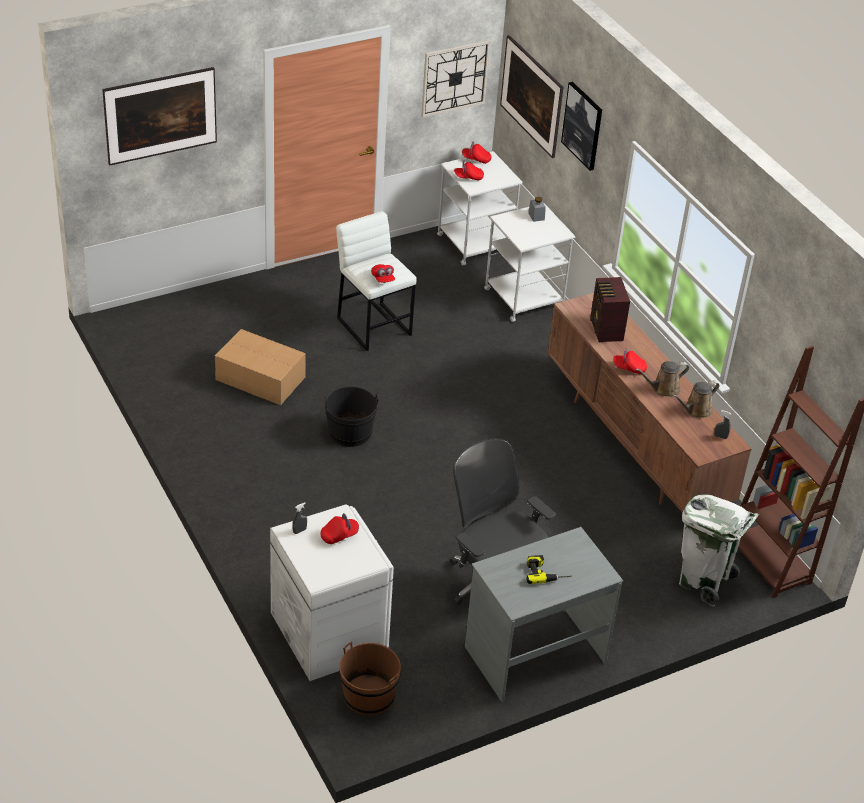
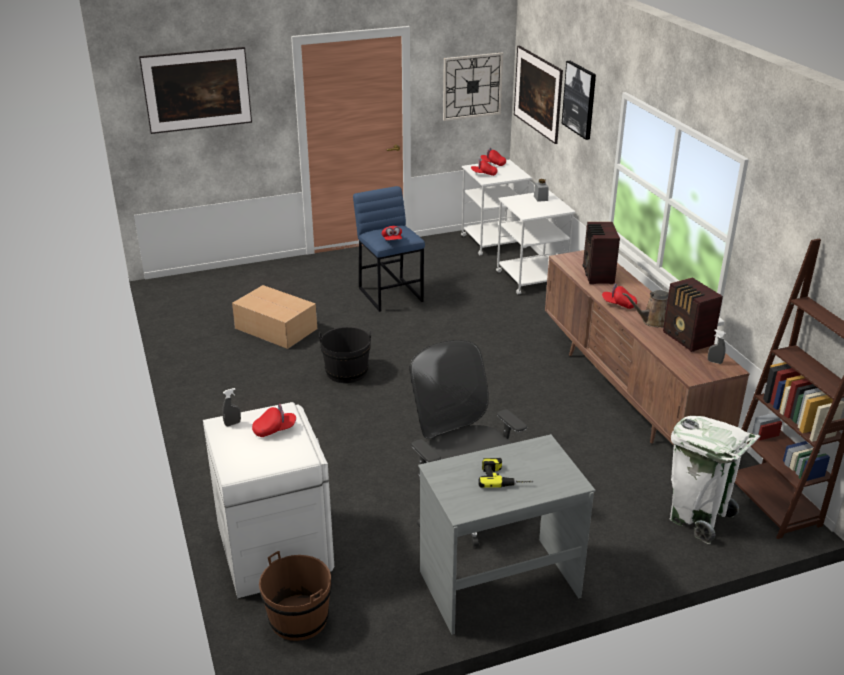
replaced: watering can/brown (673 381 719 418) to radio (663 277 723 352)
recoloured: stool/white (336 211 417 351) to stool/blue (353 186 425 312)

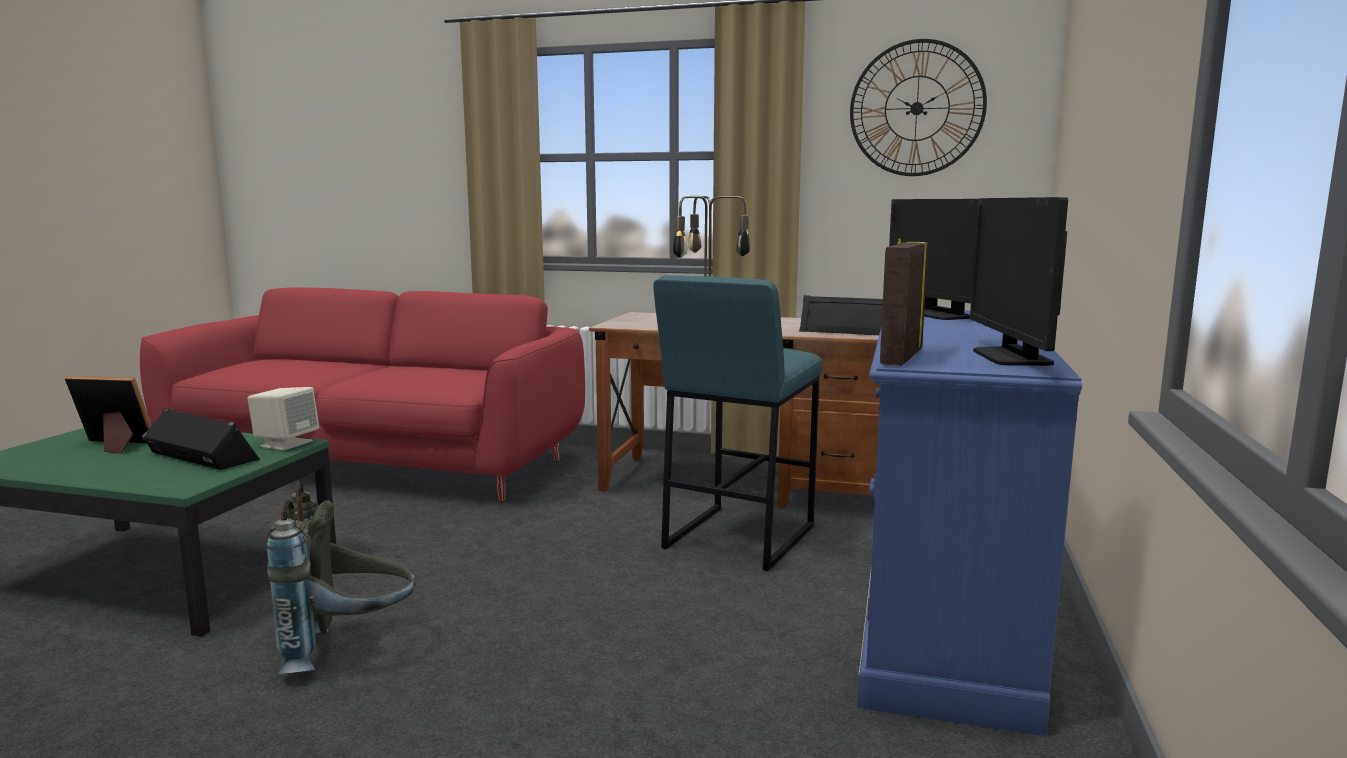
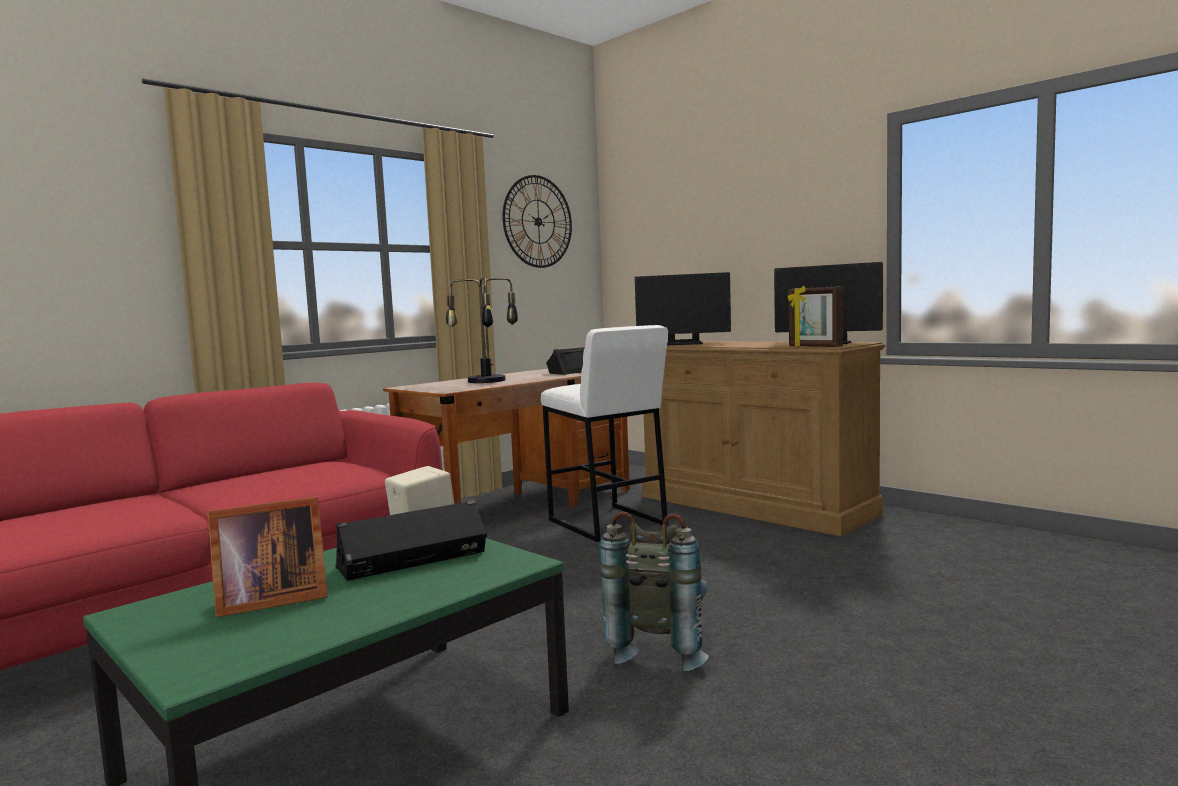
recoloured: stool/turquoise (653 275 822 571) to stool/white (541 325 668 542); cabinet/blue (857 310 1082 736) to cabinet/brown (642 341 886 536)
turned: picture frame (65 376 152 454) = (208 497 328 617) 150 degrees counterclockwise

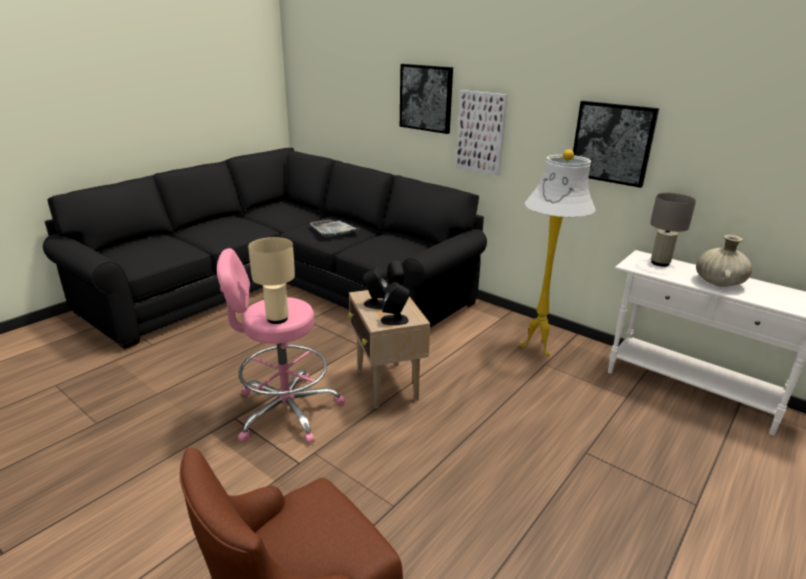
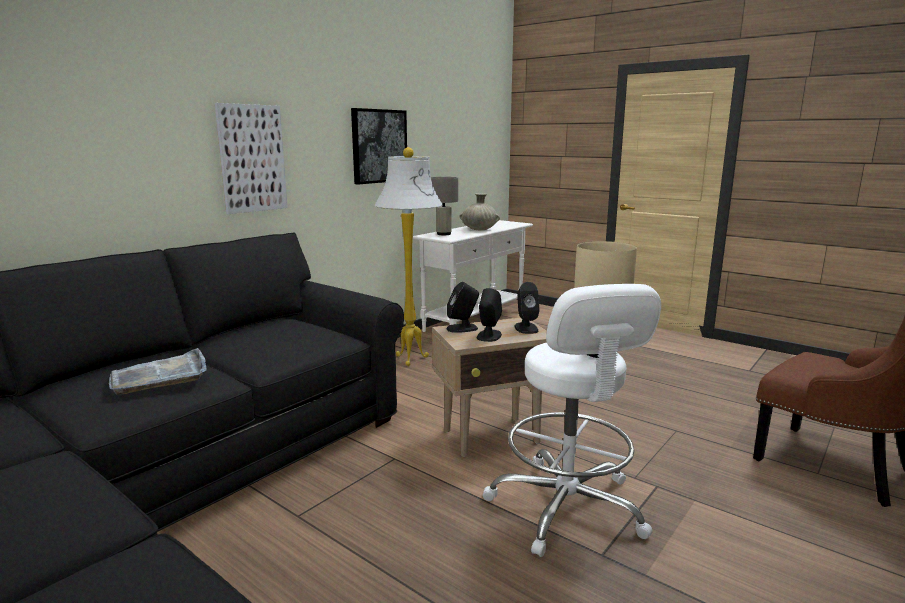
removed: picture (400 64 453 134)
recoloured: stool/pink (217 248 345 444) to stool/white (482 284 661 557)

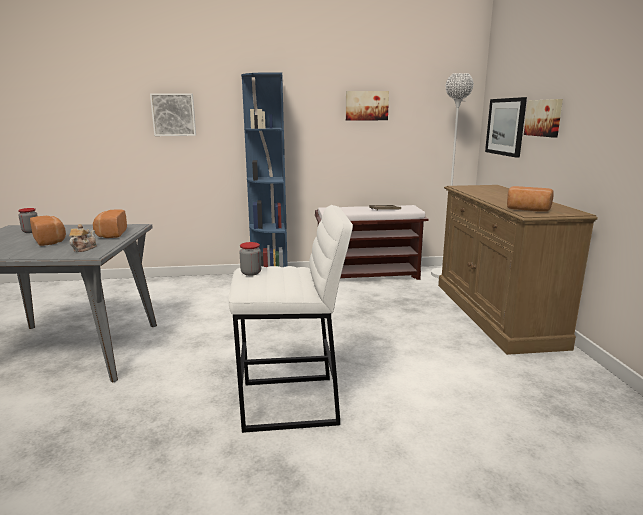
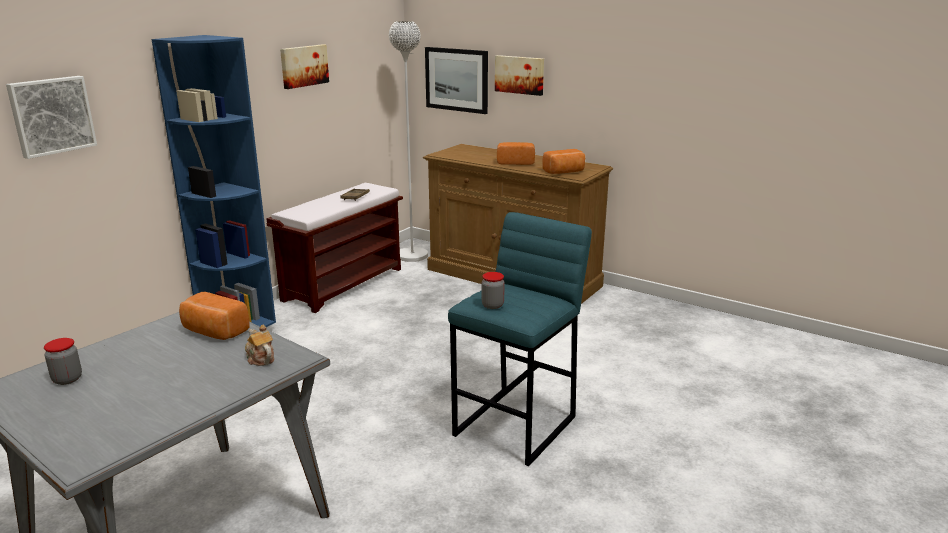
moved: bread (30 216 66 246) to (497 142 535 165)
recoloured: stool/white (229 205 353 433) to stool/turquoise (448 212 592 466)

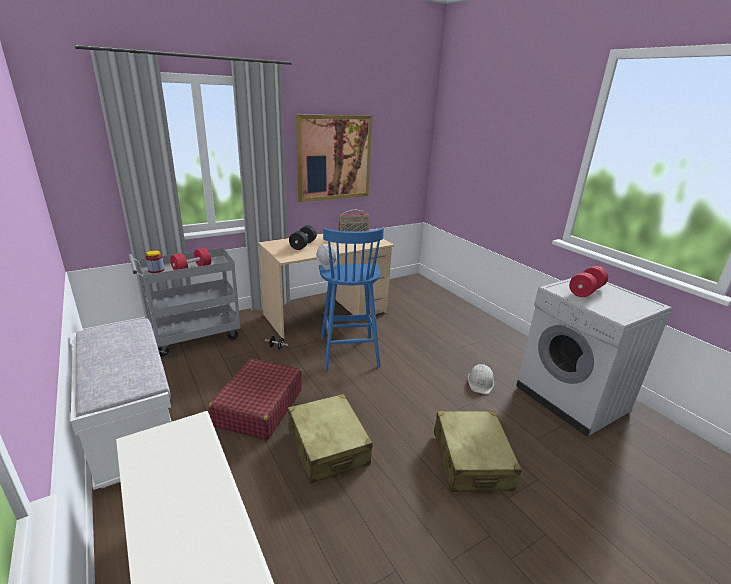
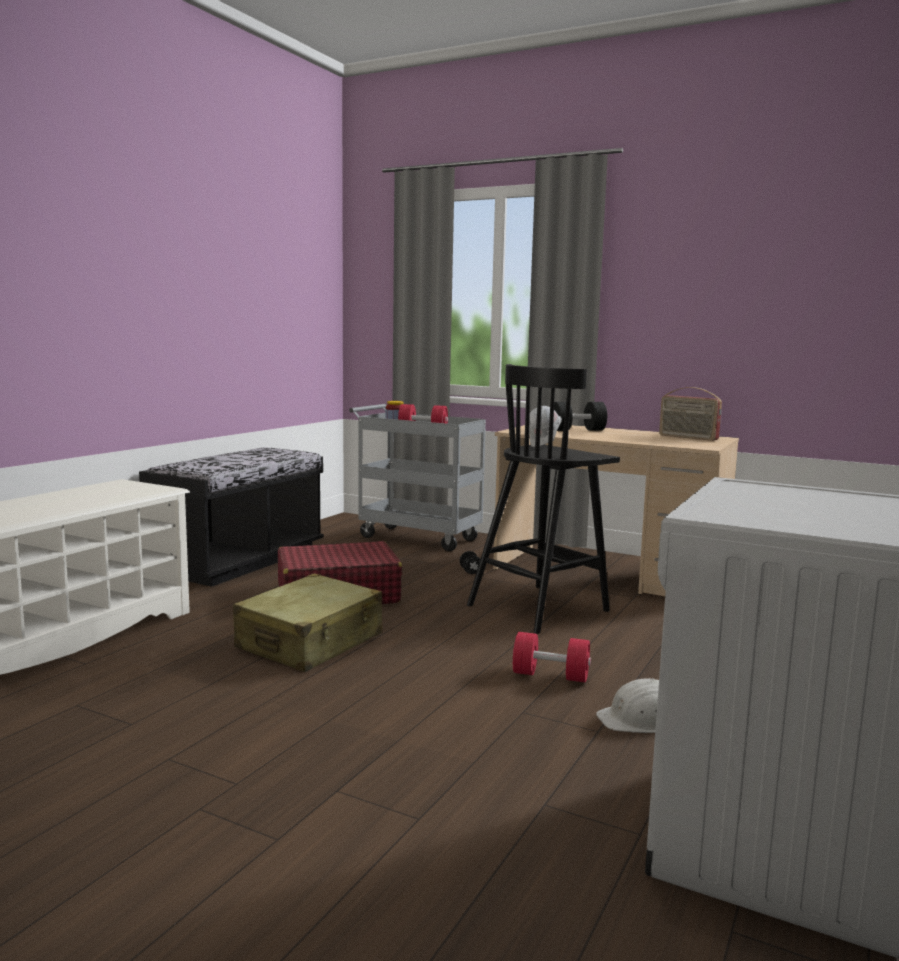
removed: picture (296 114 372 202); suitcase/beige (434 411 522 492)
moved: dumbbell/red (569 266 608 297) to (513 632 591 682)
recoloured: bench/white (71 318 171 490) to bench/black (139 448 324 587); stool/blue (319 227 384 371) to stool/black (467 364 620 634)

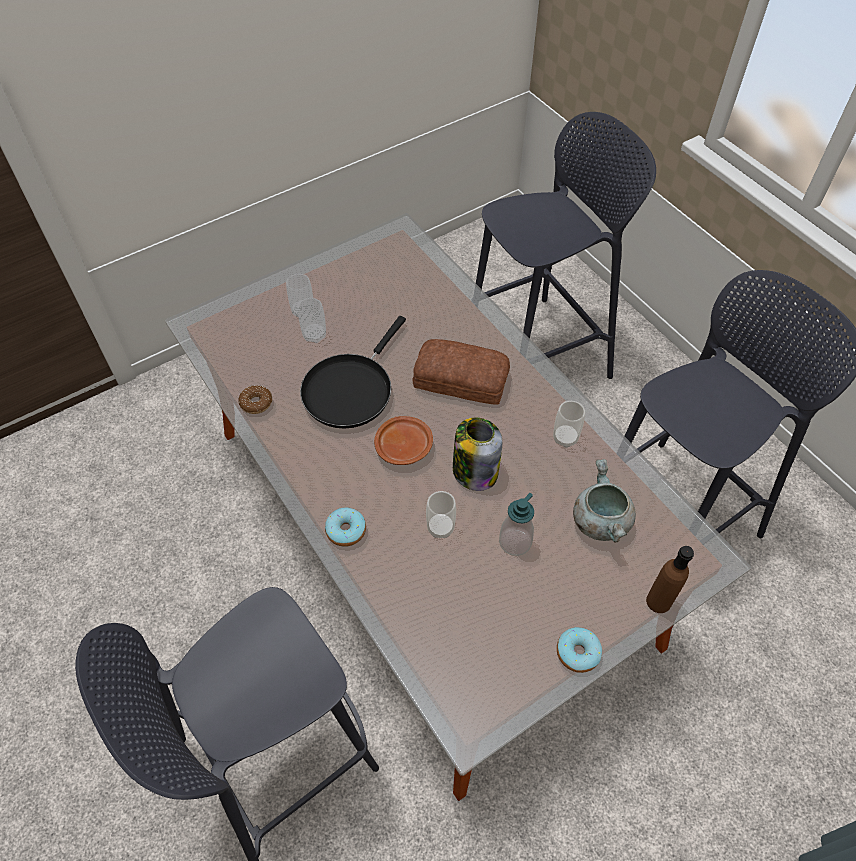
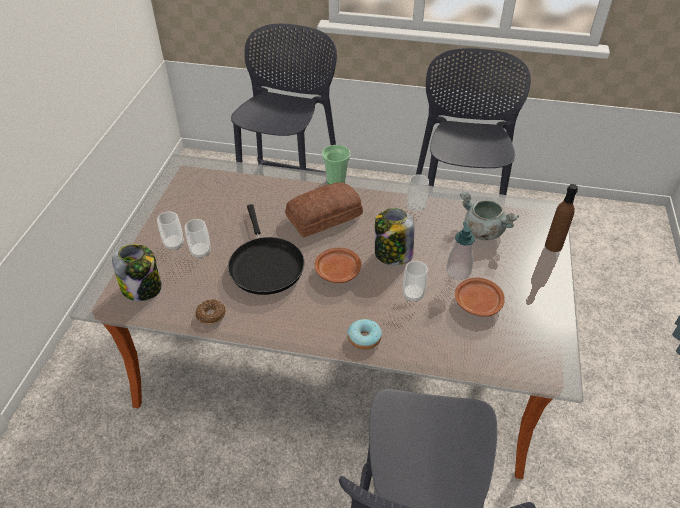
removed: donut (557 627 602 673)
added: jar (112 244 162 301); cup (322 145 351 185); plate/brown (455 278 505 317)

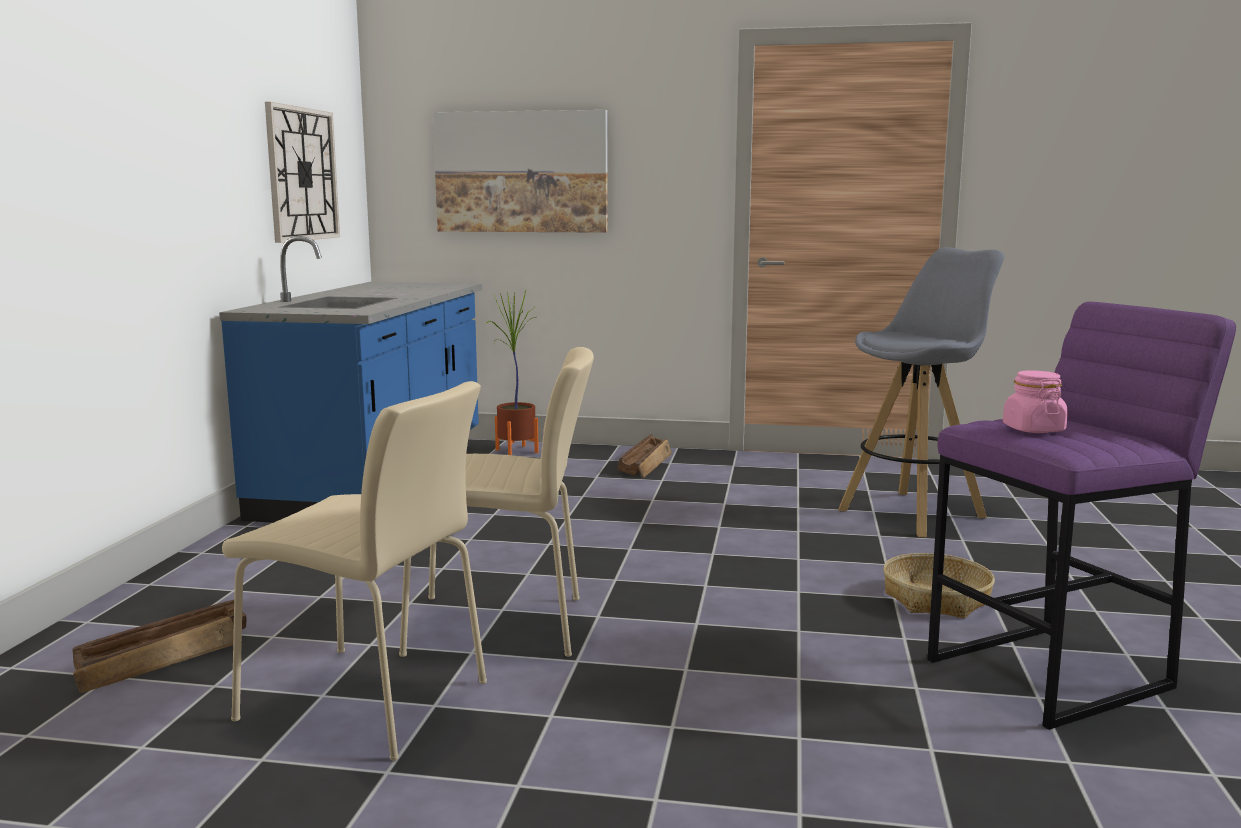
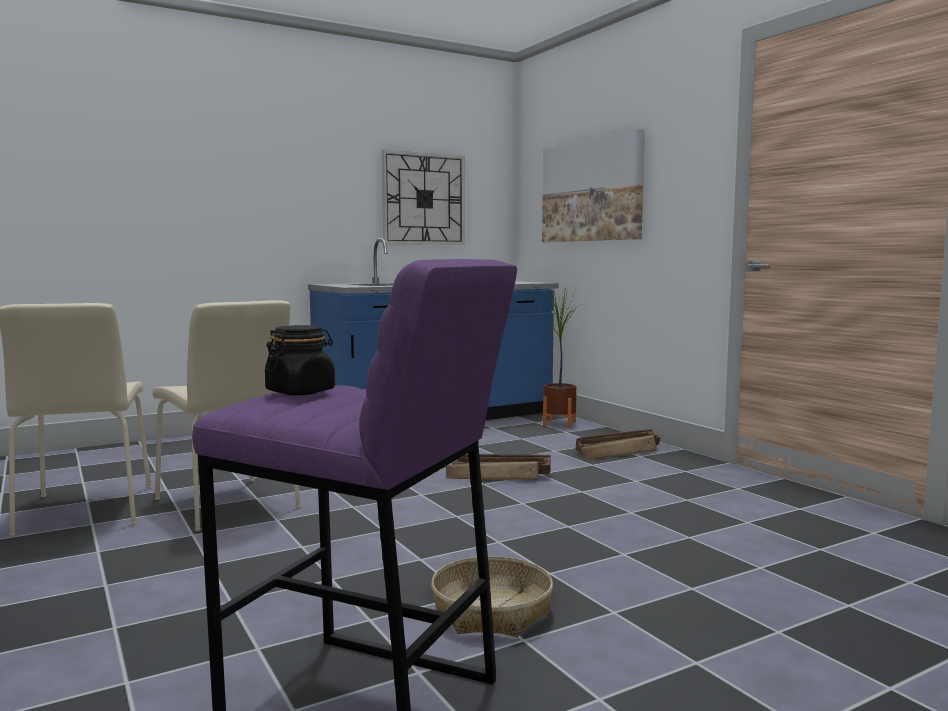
removed: stool/grey (838 247 1004 538)
moved: crate (73 600 246 693) to (446 454 551 480)
recoloured: jar/pink (1003 370 1068 433) to jar/black (265 325 335 395)

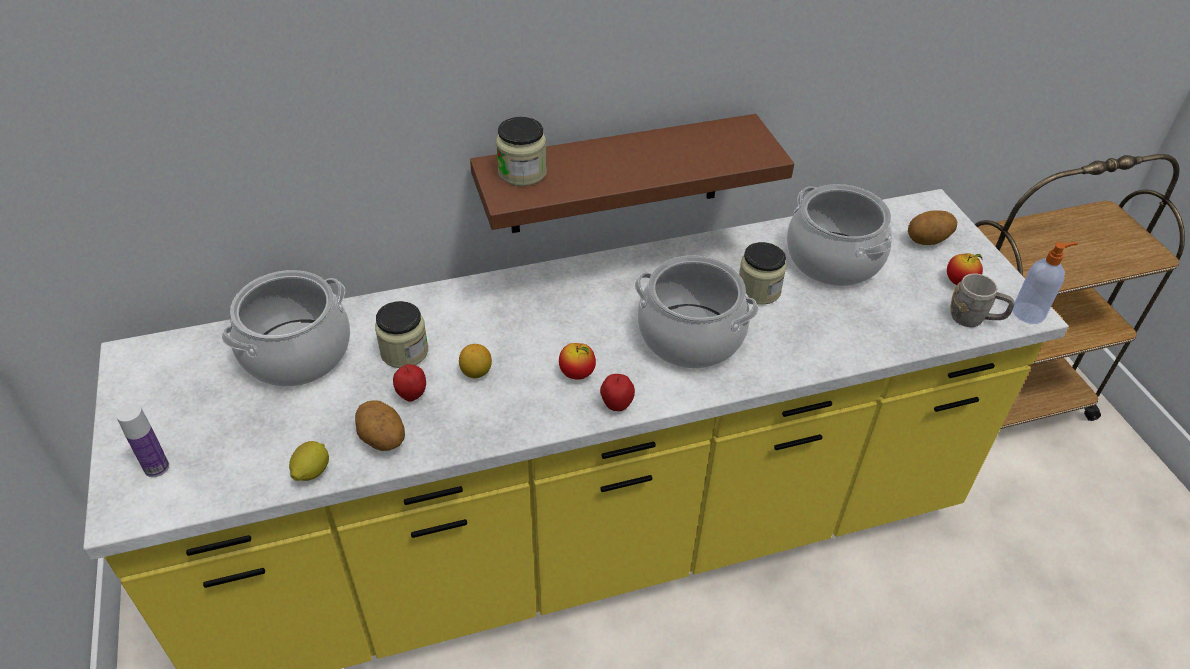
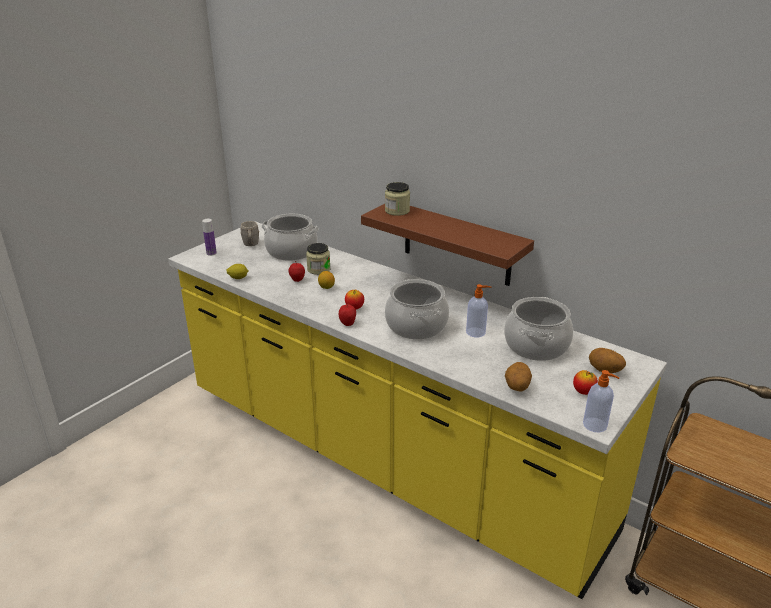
moved: mug/grey (950 274 1015 327) to (241 221 259 246); potato (355 400 405 451) to (505 362 532 391)
replaced: jar (739 242 787 305) to soap dispenser (466 284 491 337)

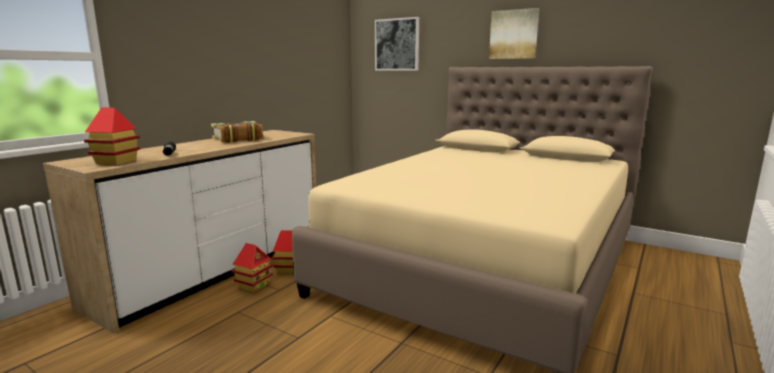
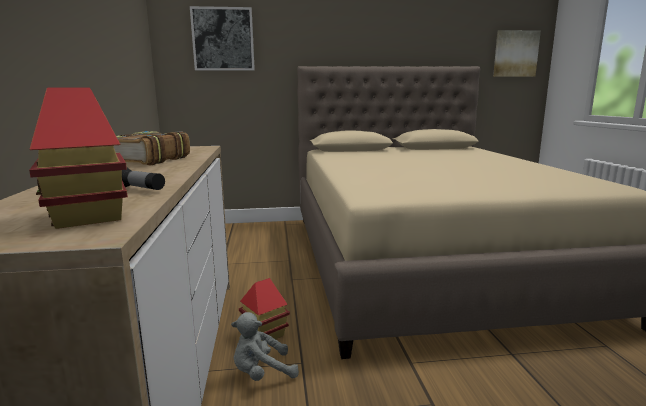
moved: picture (489 8 539 59) to (493 30 541 77)
replaced: toy house (232 243 273 293) to plush toy/grey (231 312 299 381)

